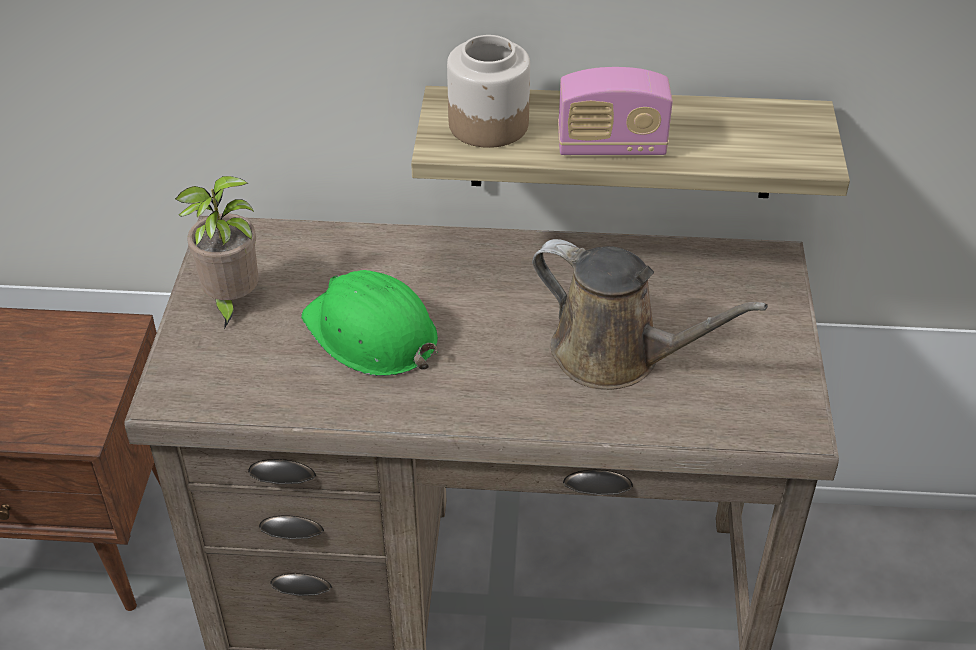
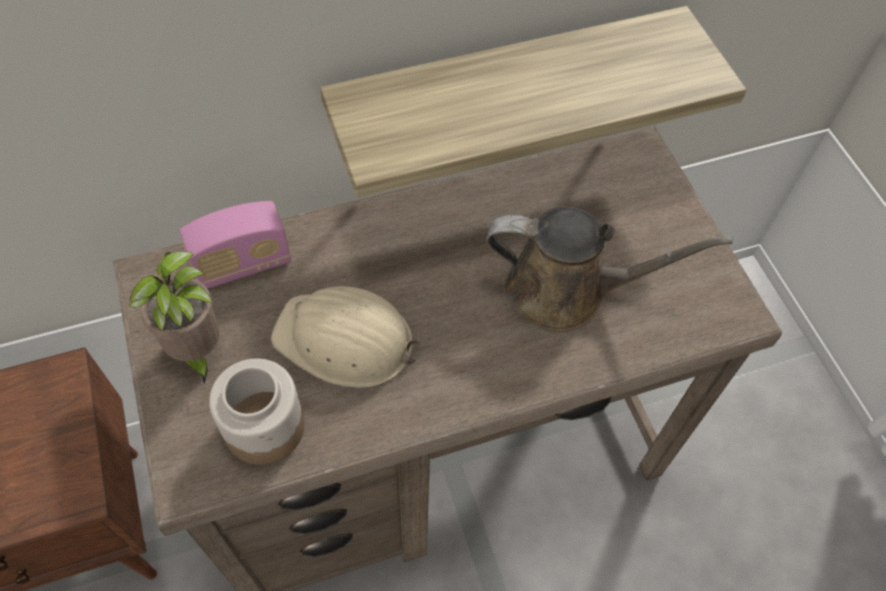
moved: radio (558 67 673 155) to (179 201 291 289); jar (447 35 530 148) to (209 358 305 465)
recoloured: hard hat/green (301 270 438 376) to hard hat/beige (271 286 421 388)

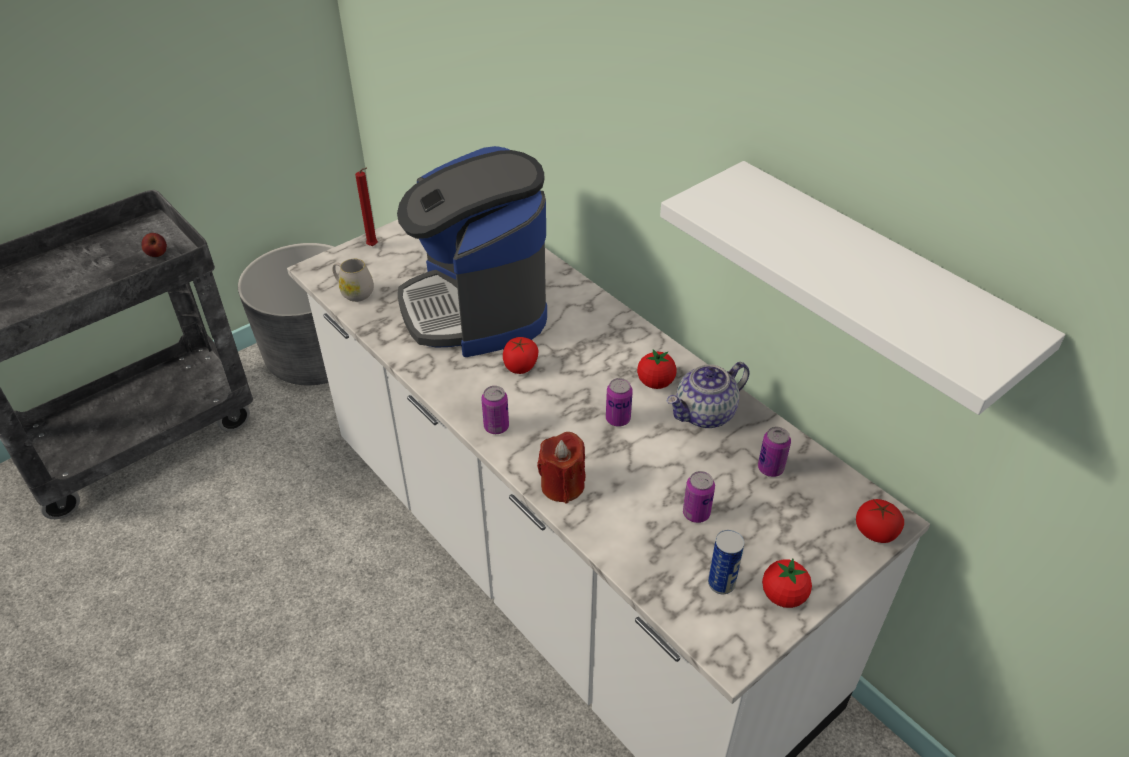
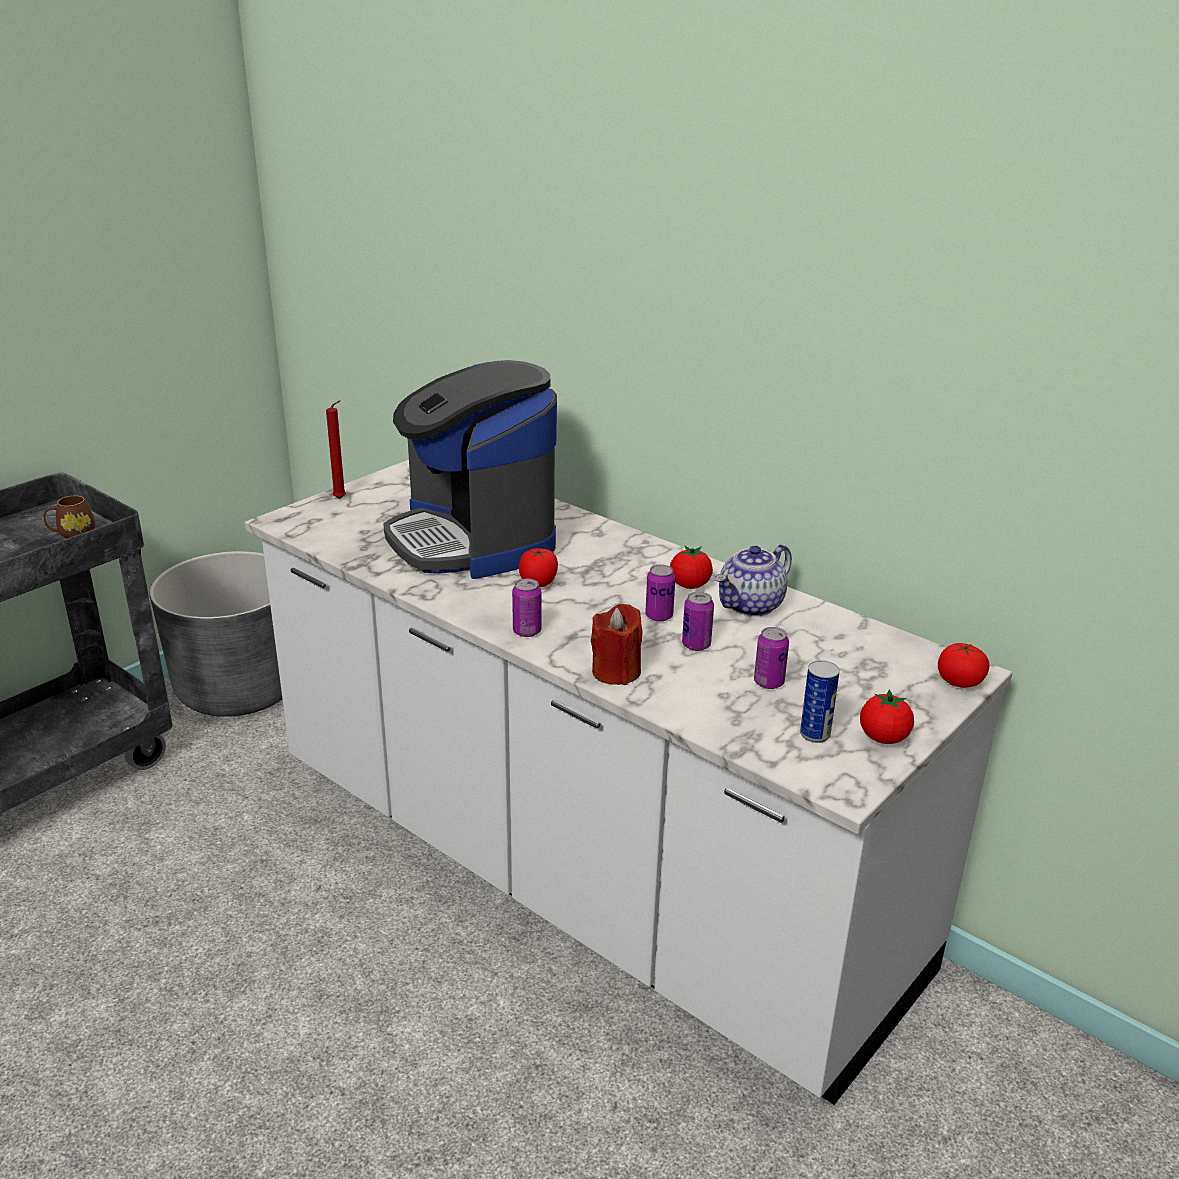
removed: mug/white (332 259 374 302); shelf/white (660 161 1065 415)
moved: can (758 427 791 477) to (682 592 714 651)
replaced: apple (141 233 167 257) to mug/brown (44 496 95 539)

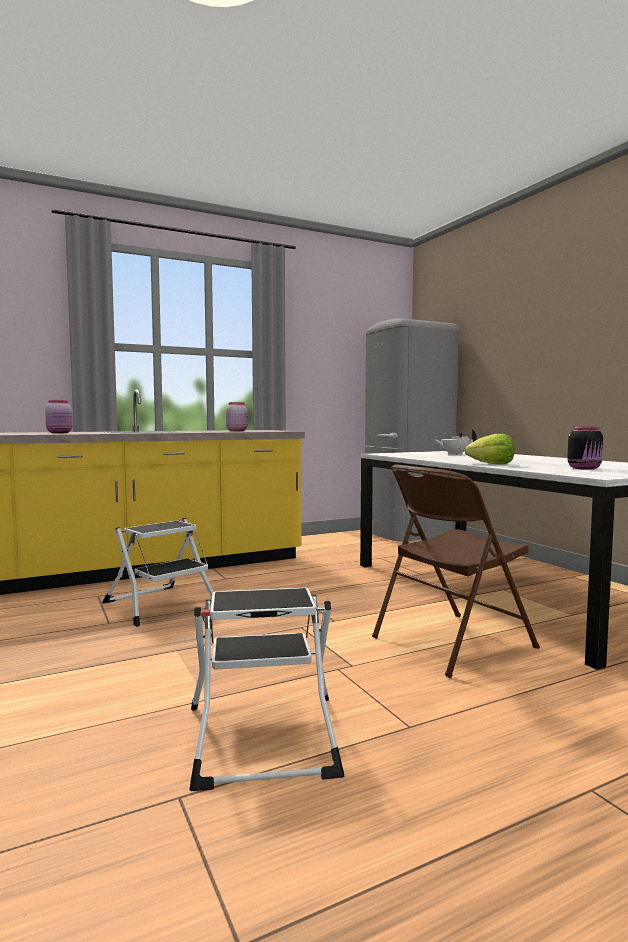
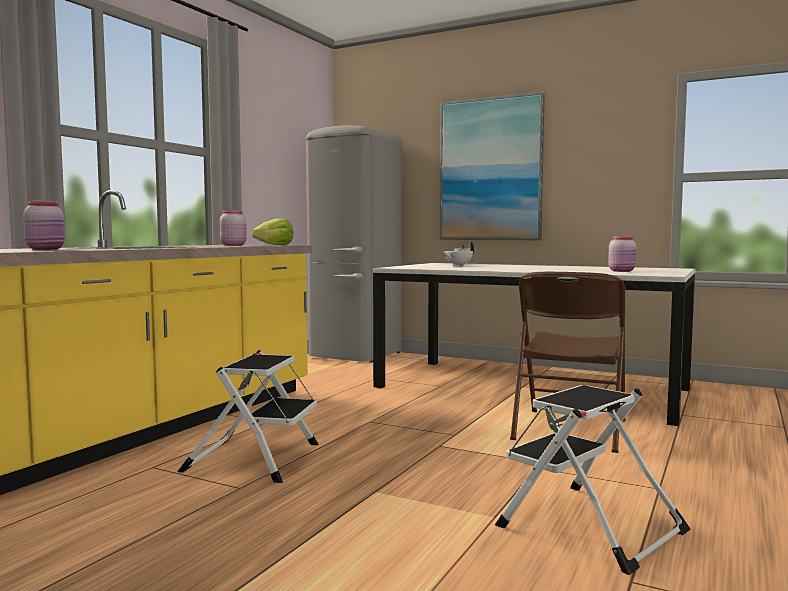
added: picture (440 92 545 240)
moved: lettuce (465 434 514 465) to (252 219 293 245)
recoloured: jar/black (567 426 603 470) to jar/pink (608 236 636 272)

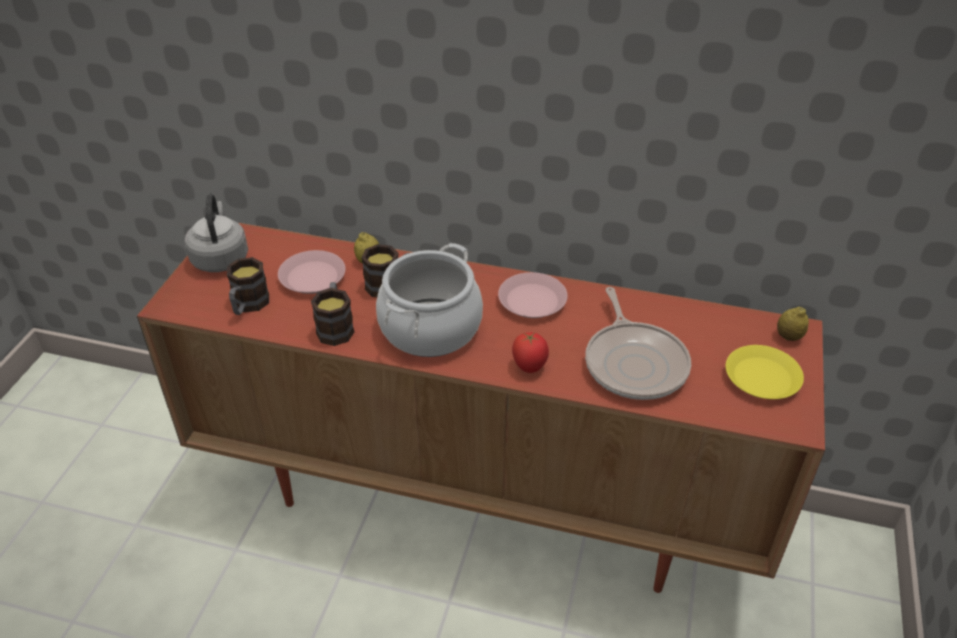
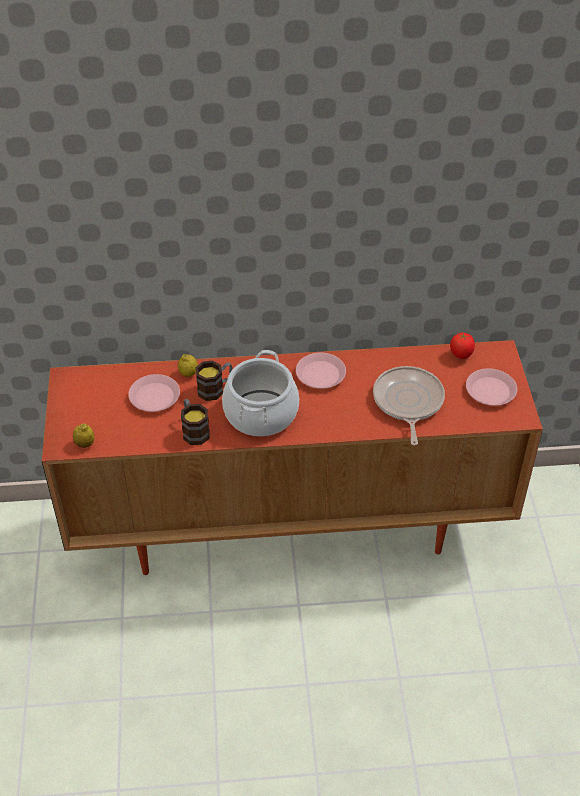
removed: kettle/grey (185 194 248 272); mug (227 257 269 315)
moved: lemon (777 307 809 341) to (73 424 94 448); tomato (512 332 549 373) to (450 333 475 359)
recoloured: plate/yellow (726 345 804 399) to plate/pink (466 368 517 406)
turned: frying pan (585 287 691 400) = (373 366 445 445) 150 degrees counterclockwise

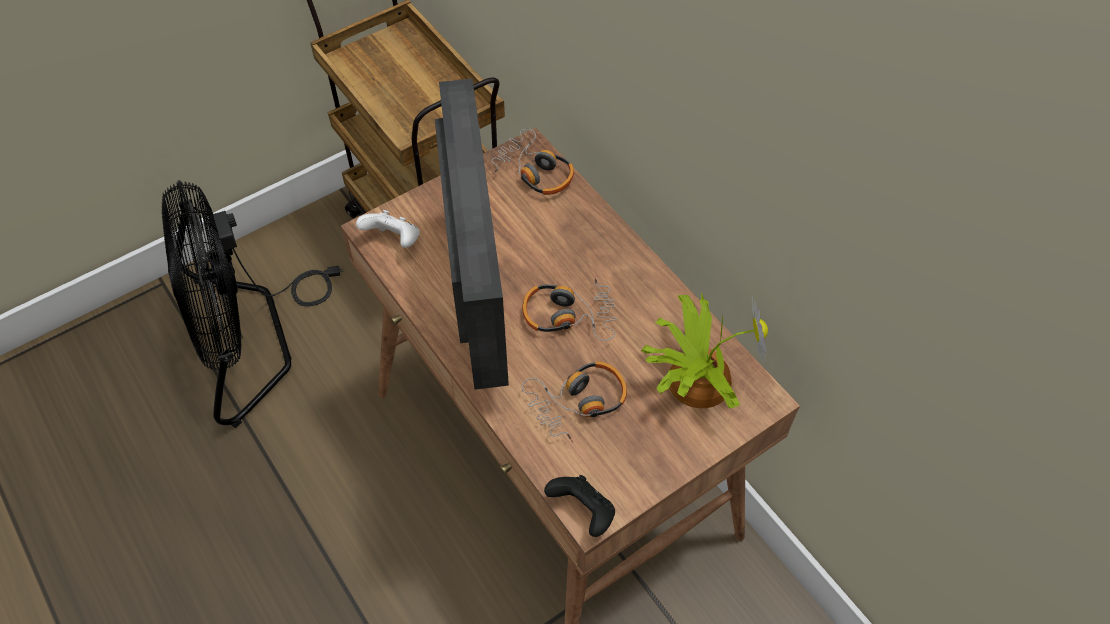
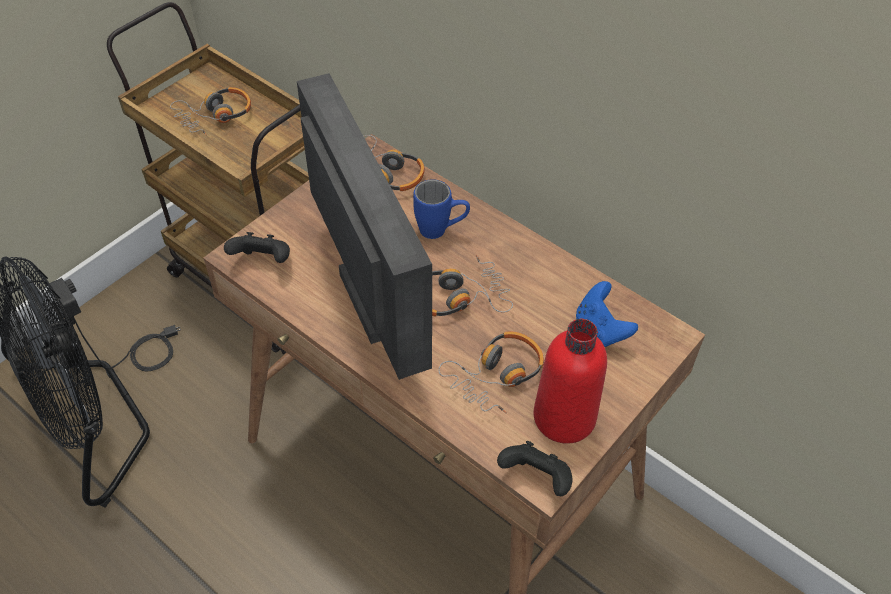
added: headphones (170 87 251 135); mug/blue (413 179 470 239); bottle/red (533 319 607 444)
replaced: potted plant (641 293 768 408) to game controller/blue (576 281 638 347)
recoloured: game controller/white (356 210 420 248) to game controller/black (224 232 290 263)

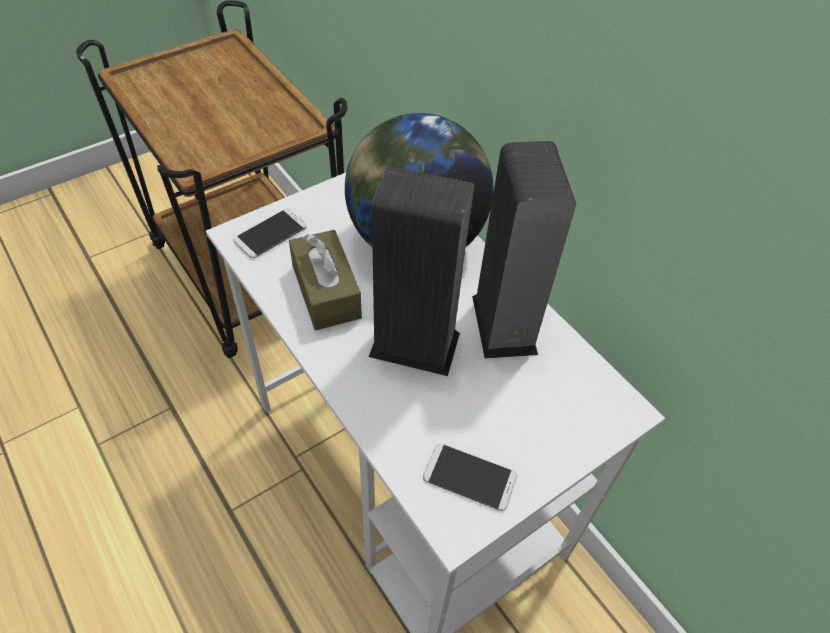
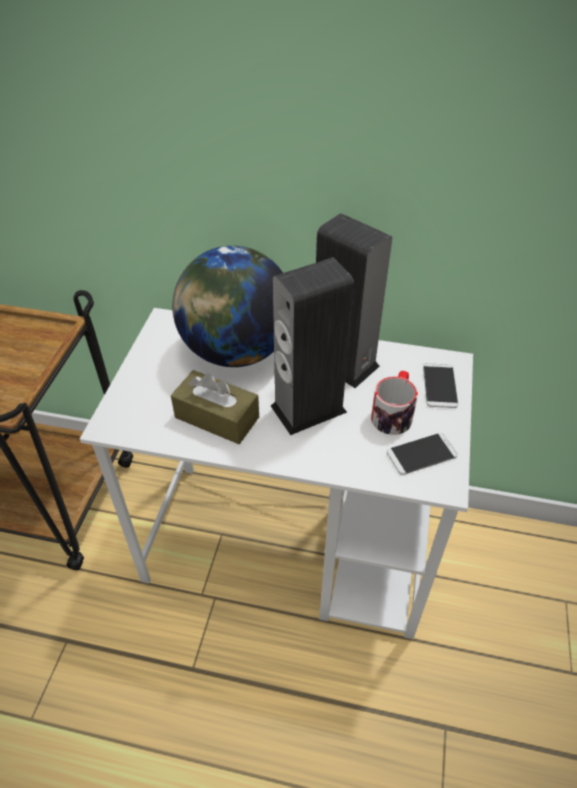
added: mug (371 371 418 435)
moved: phone (233 209 307 258) to (423 363 458 408)

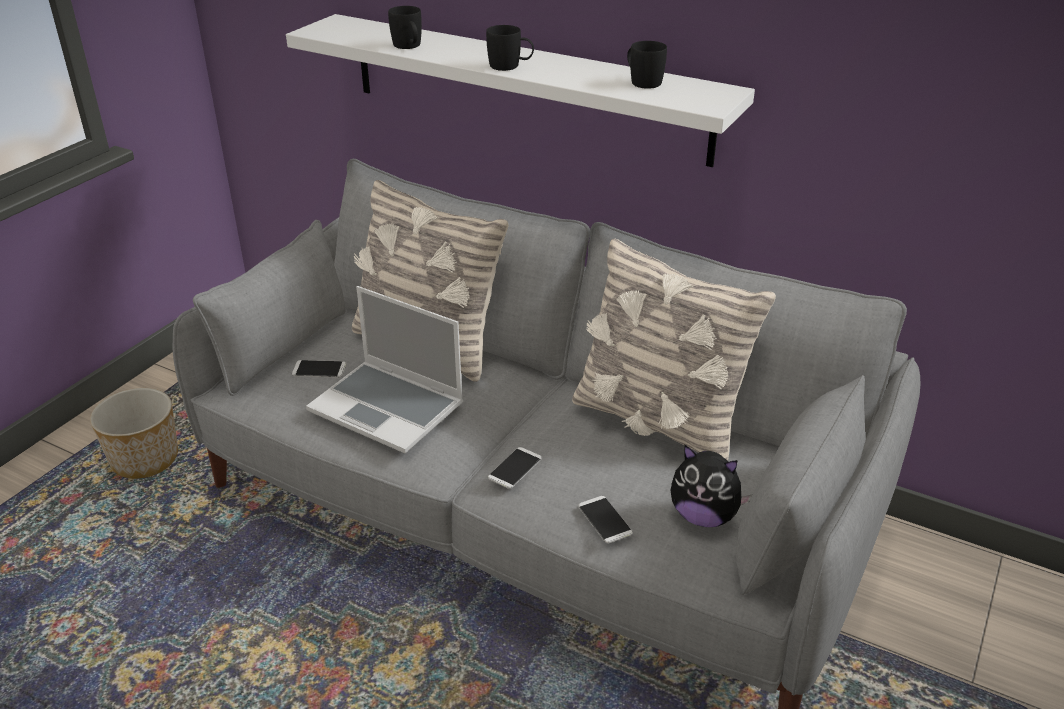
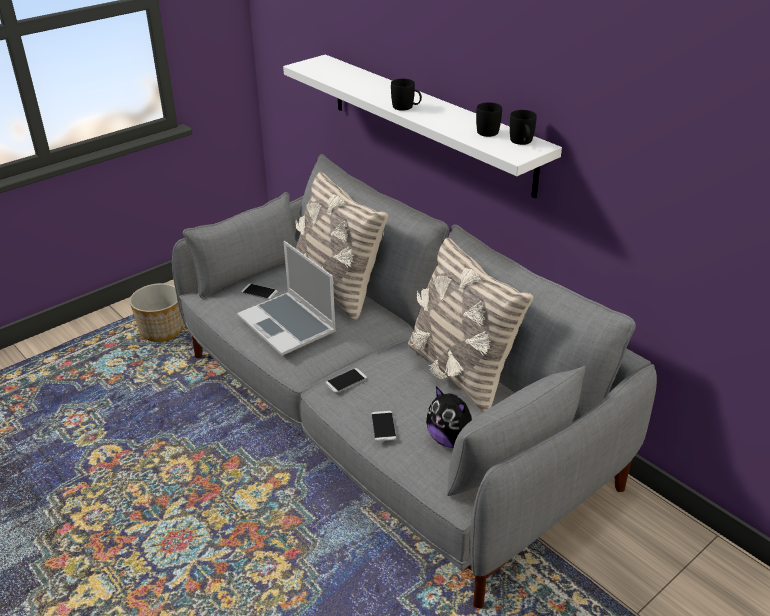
moved: mug/black (388 6 422 49) to (510 110 537 145)

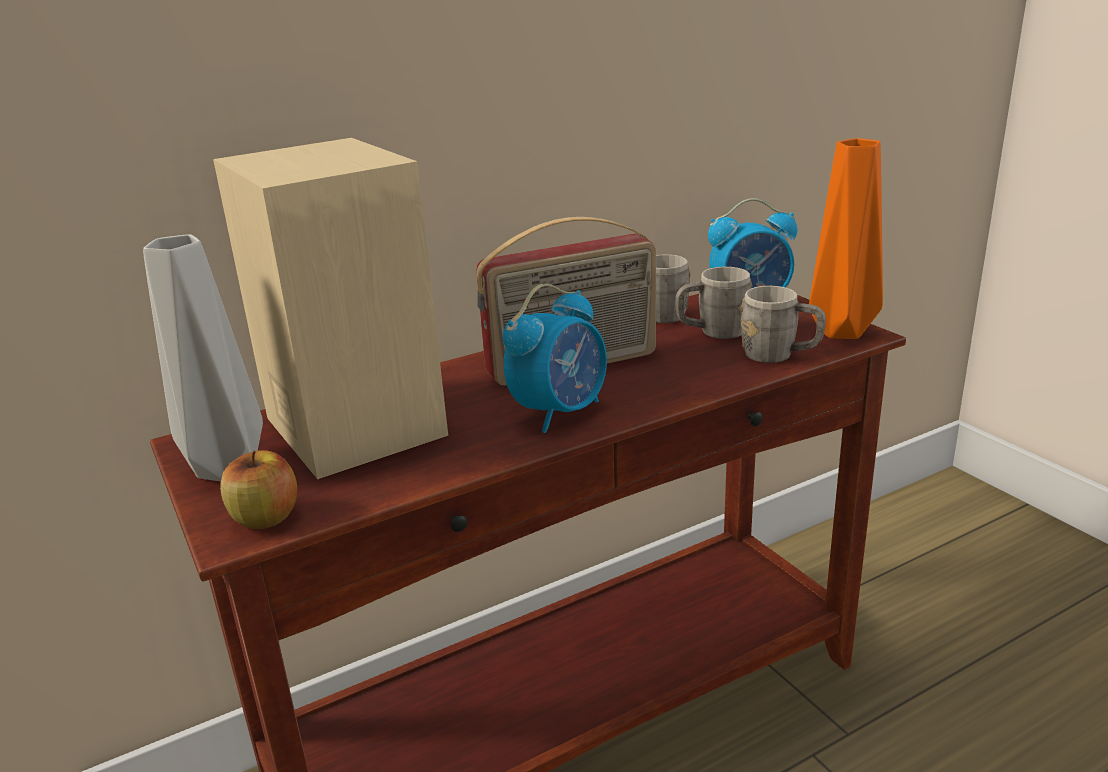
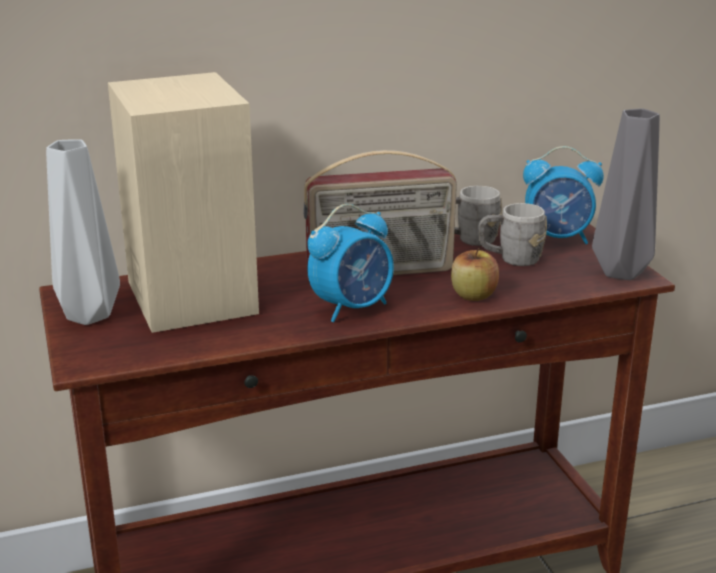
removed: mug/grey (741 286 826 363)
moved: apple (220 450 297 529) to (451 248 499 301)
recoloured: vase/orange (809 138 883 339) to vase/grey (592 109 660 280)

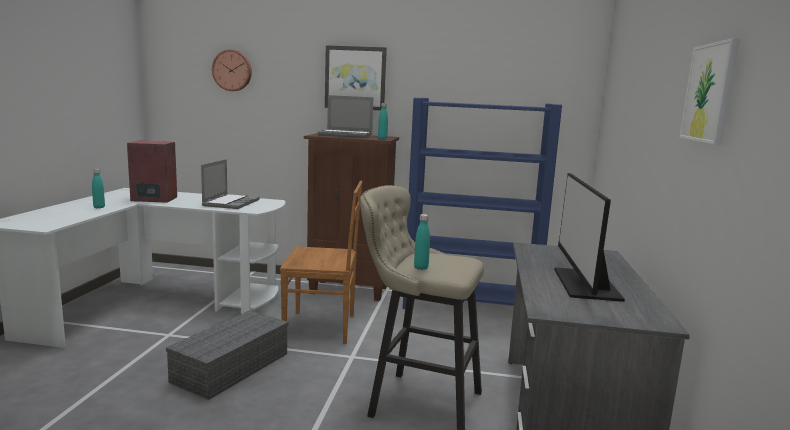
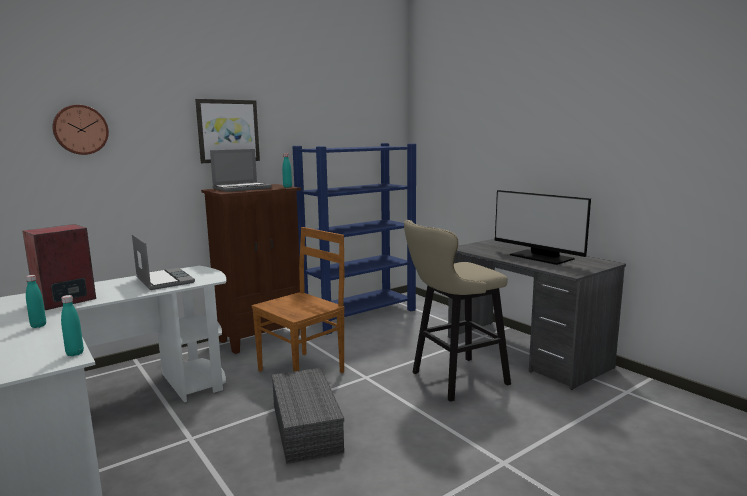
removed: picture (680 38 740 145)
moved: bottle/turquoise (414 214 430 270) to (61 295 84 356)

